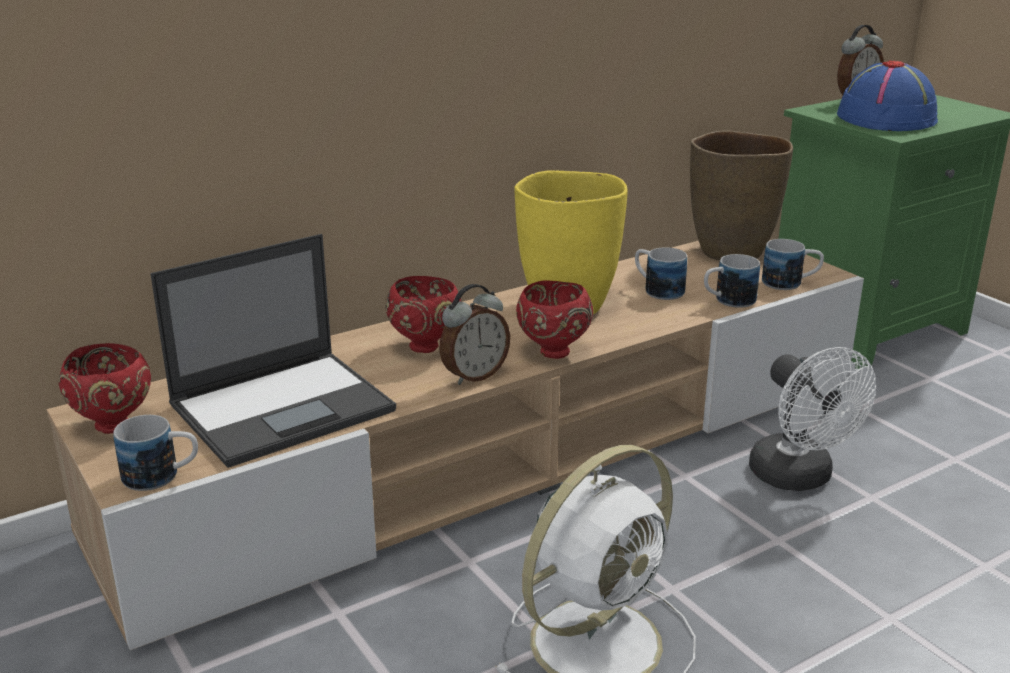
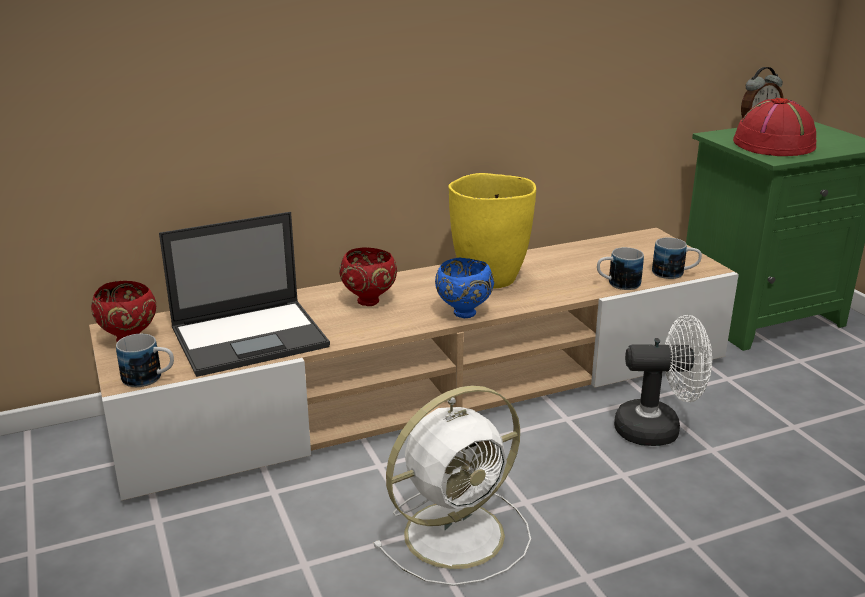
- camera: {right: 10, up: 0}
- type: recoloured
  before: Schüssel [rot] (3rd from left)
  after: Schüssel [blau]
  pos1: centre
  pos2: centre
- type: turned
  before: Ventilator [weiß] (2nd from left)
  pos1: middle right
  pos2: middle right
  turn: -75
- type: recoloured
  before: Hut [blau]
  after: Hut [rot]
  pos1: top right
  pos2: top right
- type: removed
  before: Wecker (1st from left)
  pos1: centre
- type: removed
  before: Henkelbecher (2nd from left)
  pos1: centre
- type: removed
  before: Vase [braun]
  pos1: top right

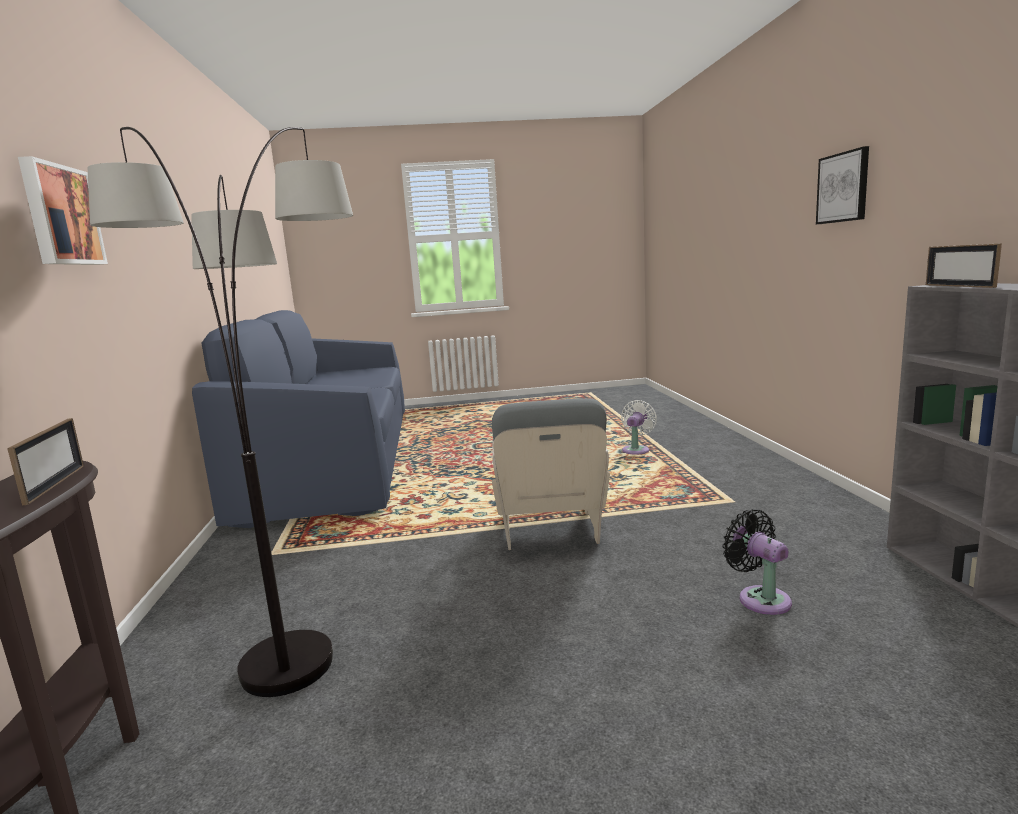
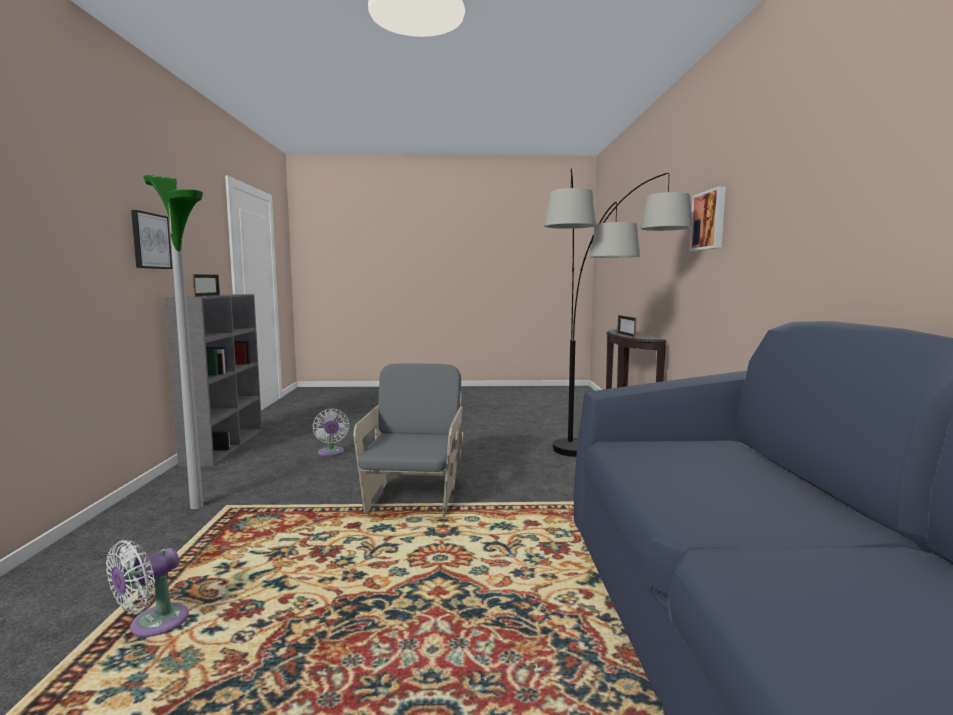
- camera: {right: -175, up: -5}
- type: moved
  before: Bild (2nd from left in the first image)
  after: Bild (1st from left)
  pos1: top right
  pos2: middle left
- type: added
  after: Stehlampe (1st from left)
  pos2: middle left
- type: recoloured
  before: Ventilator [schwarz]
  after: Ventilator [weiß] (2nd from left)
  pos1: bottom right
  pos2: centre

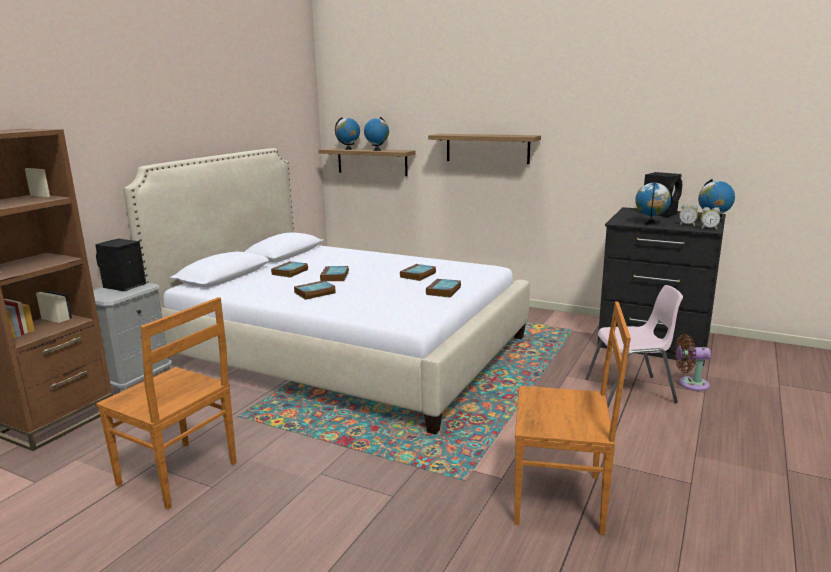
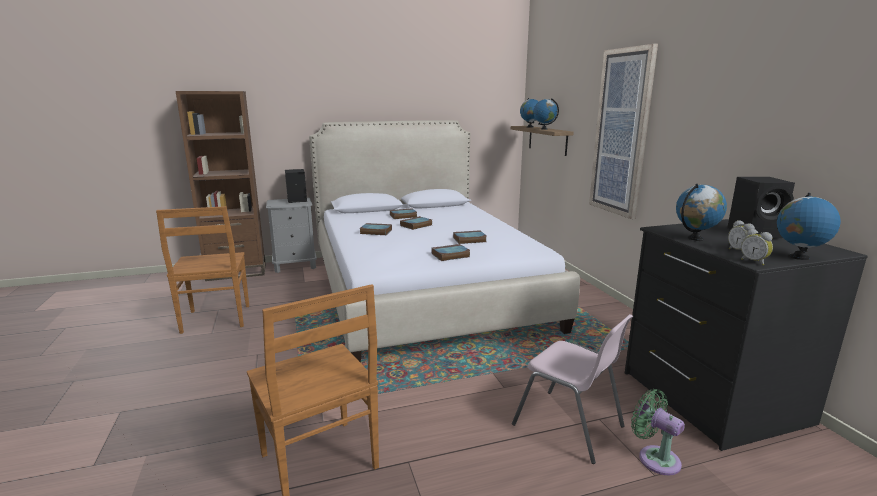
- camera: {right: 45, up: 0}
- type: replaced
  before: Wandregal (2nd from left)
  after: Bild
  pos1: top centre
  pos2: top right
- type: recoloured
  before: Ventilator [braun]
  after: Ventilator [grün]
  pos1: middle right
  pos2: bottom right

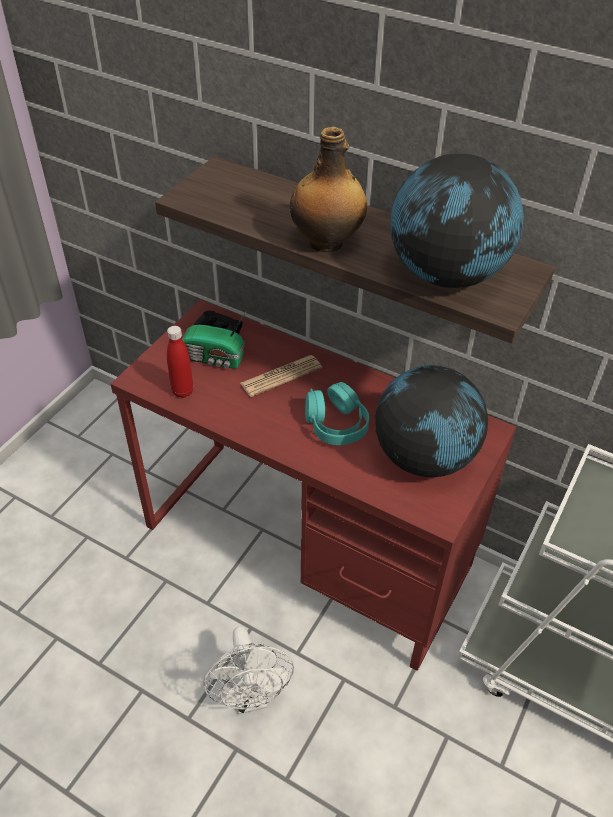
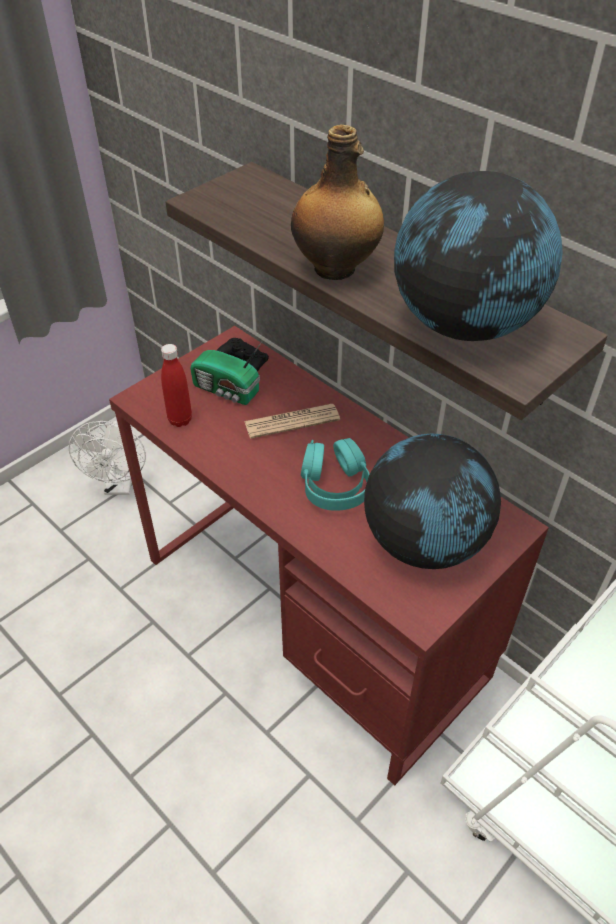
- camera: {right: 15, up: 0}
- type: moved
  before: Ventilator [weiß]
  pos1: bottom centre
  pos2: middle left

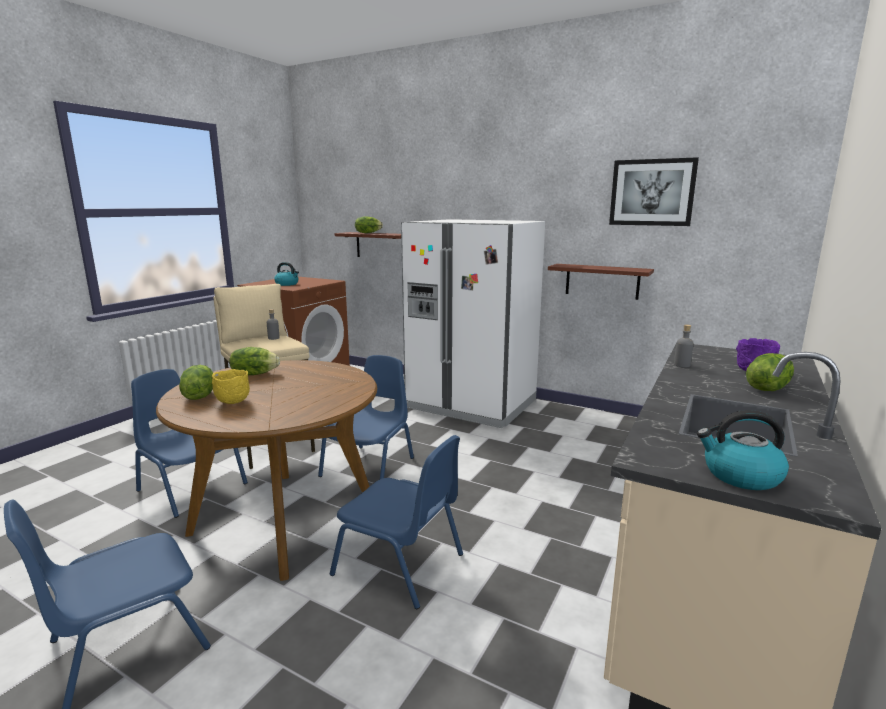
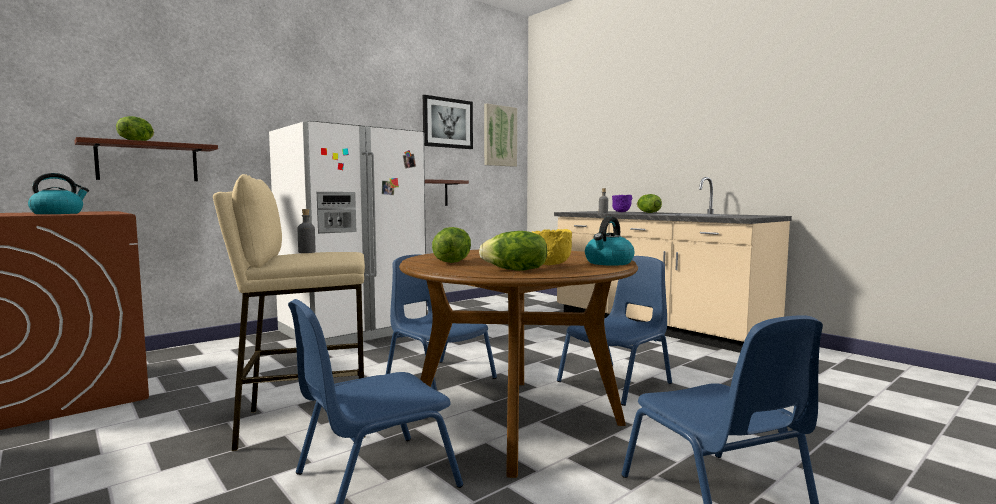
- camera: {right: -70, up: -10}
- type: added
  after: Bild (2nd from left)
  pos2: top centre
- type: moved
  before: Wasserkessel (2nd from left)
  pos1: middle right
  pos2: centre

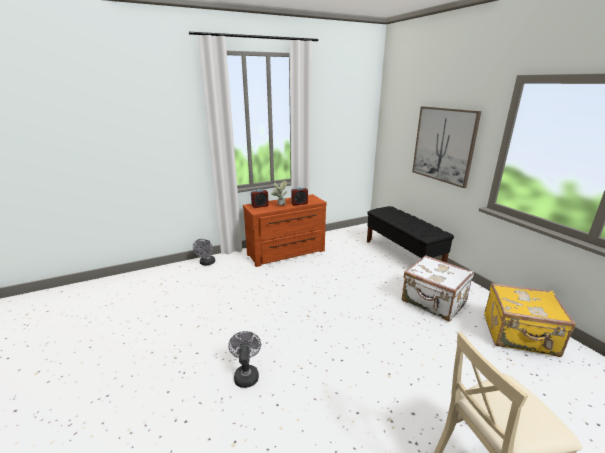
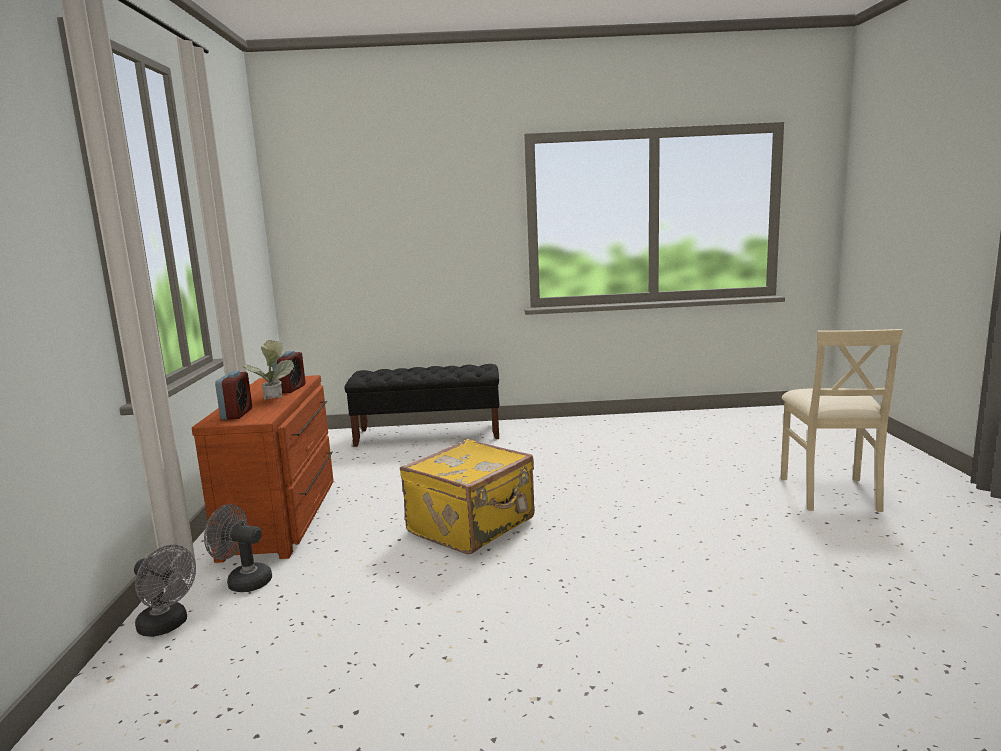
- camera: {right: -65, up: -10}
- type: moved
  before: Ventilator [grau] (2nd from left)
  pos1: bottom centre
  pos2: bottom left
- type: moved
  before: Koffer [gelb]
  pos1: bottom right
  pos2: centre
- type: removed
  before: Koffer [weiß]
  pos1: middle right
- type: removed
  before: Bild
  pos1: top right

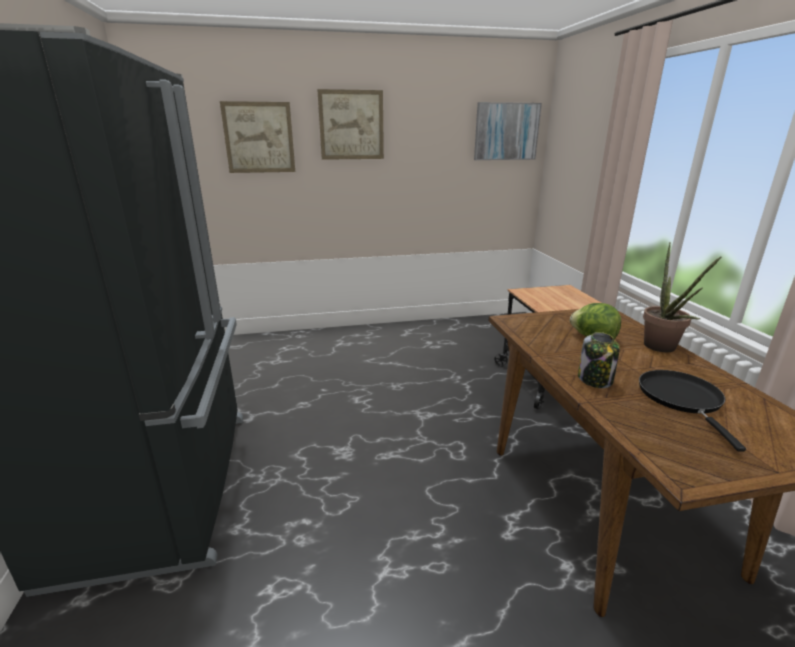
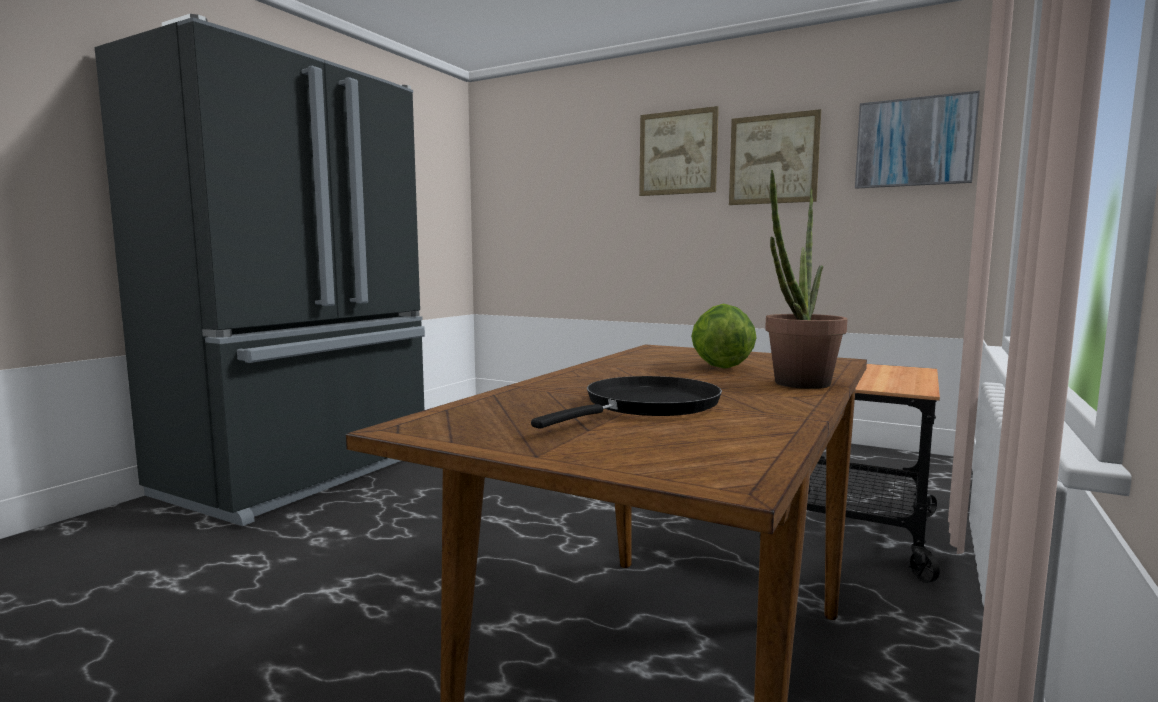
- camera: {right: 40, up: -15}
- type: moved
  before: Bild (1st from left in the first image)
  after: Bild (2nd from left)
  pos1: top left
  pos2: top right
- type: removed
  before: Vorratsglas
  pos1: middle right

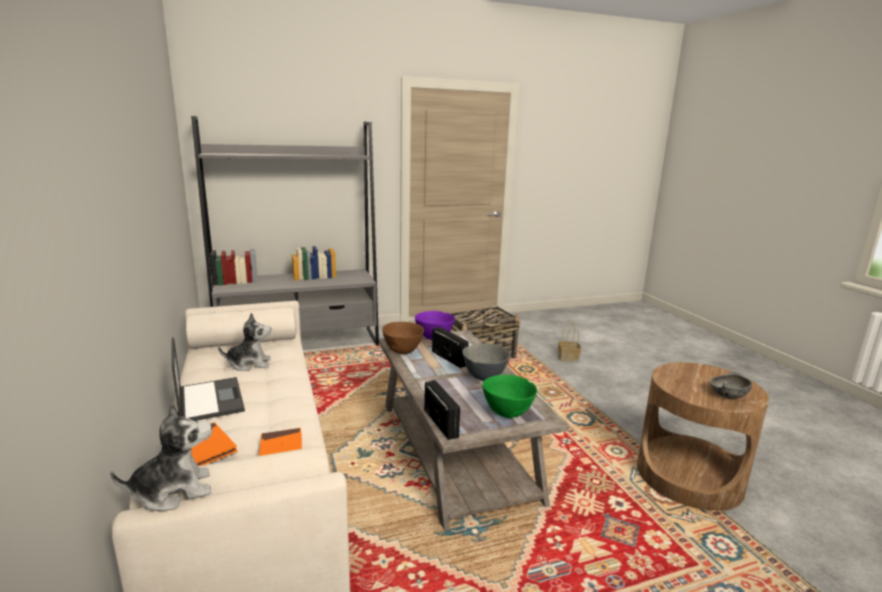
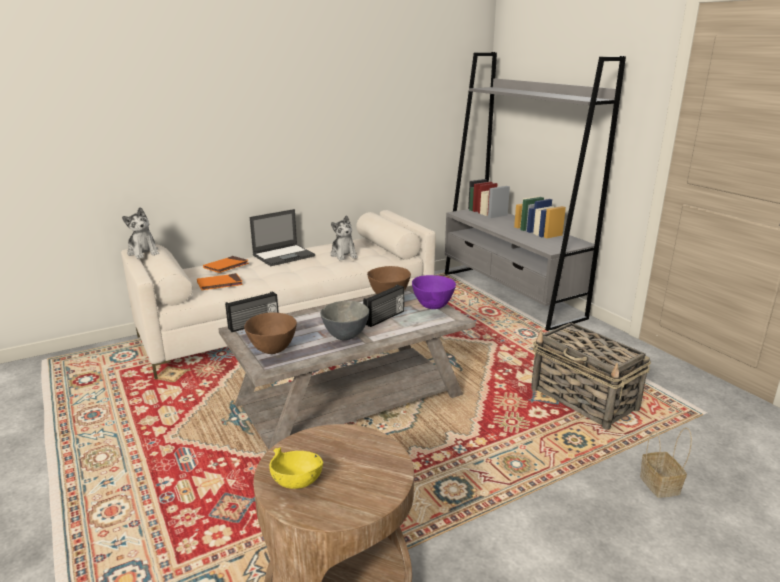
- camera: {right: 80, up: 5}
- type: recoloured
  before: Schüssel [grün]
  after: Schüssel [braun] (1st from left)
  pos1: bottom centre
  pos2: centre
- type: recoloured
  before: Schüssel [grau] (2nd from left)
  after: Schüssel [gelb]
  pos1: middle right
  pos2: bottom centre

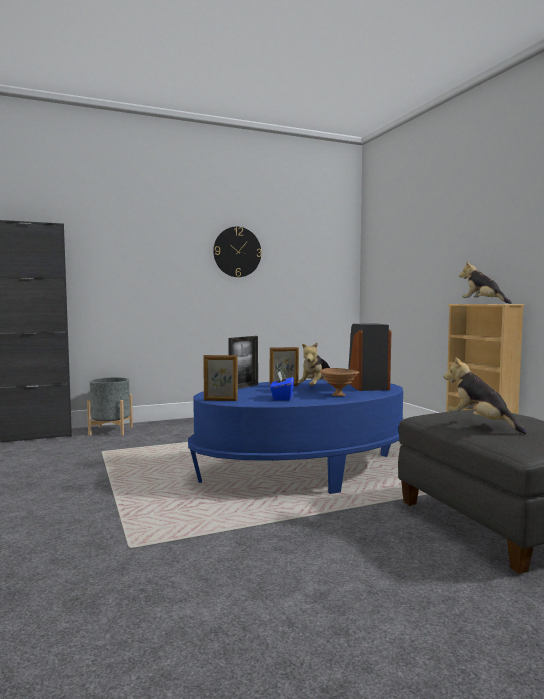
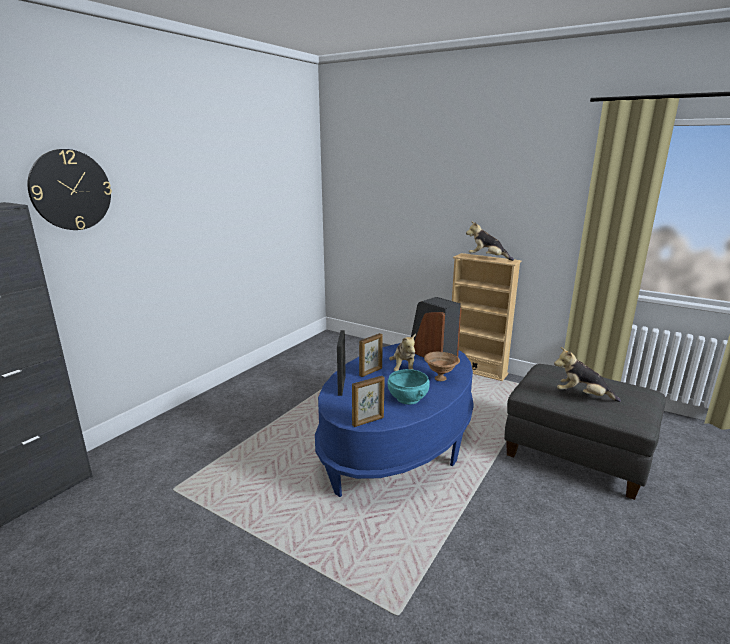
- camera: {right: -35, up: 15}
- type: moved
  before: Wanduhr
  pos1: centre
  pos2: top left
- type: replaced
  before: Taschentuchbox [blau]
  after: Schüssel [türkis]
  pos1: centre
  pos2: centre
- type: removed
  before: Pflanzkübel [grau]
  pos1: middle left

